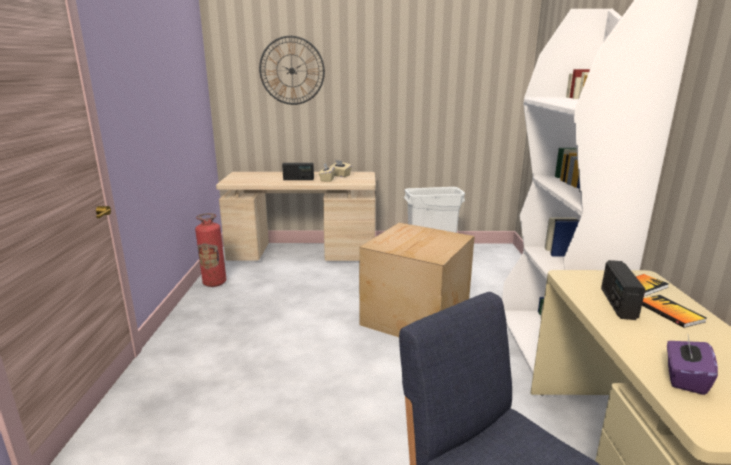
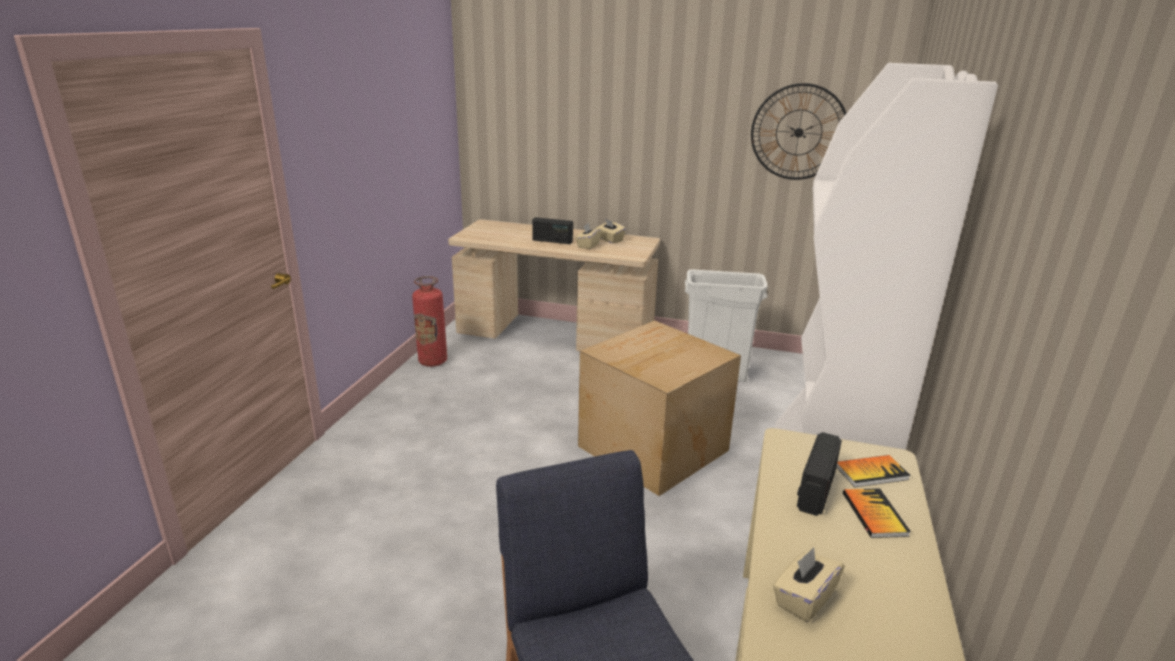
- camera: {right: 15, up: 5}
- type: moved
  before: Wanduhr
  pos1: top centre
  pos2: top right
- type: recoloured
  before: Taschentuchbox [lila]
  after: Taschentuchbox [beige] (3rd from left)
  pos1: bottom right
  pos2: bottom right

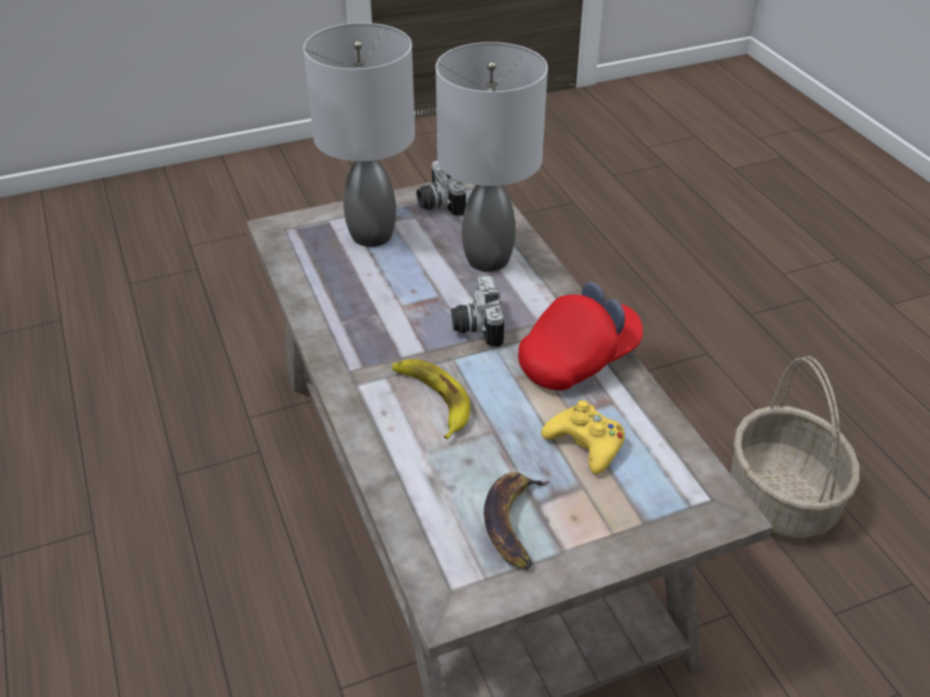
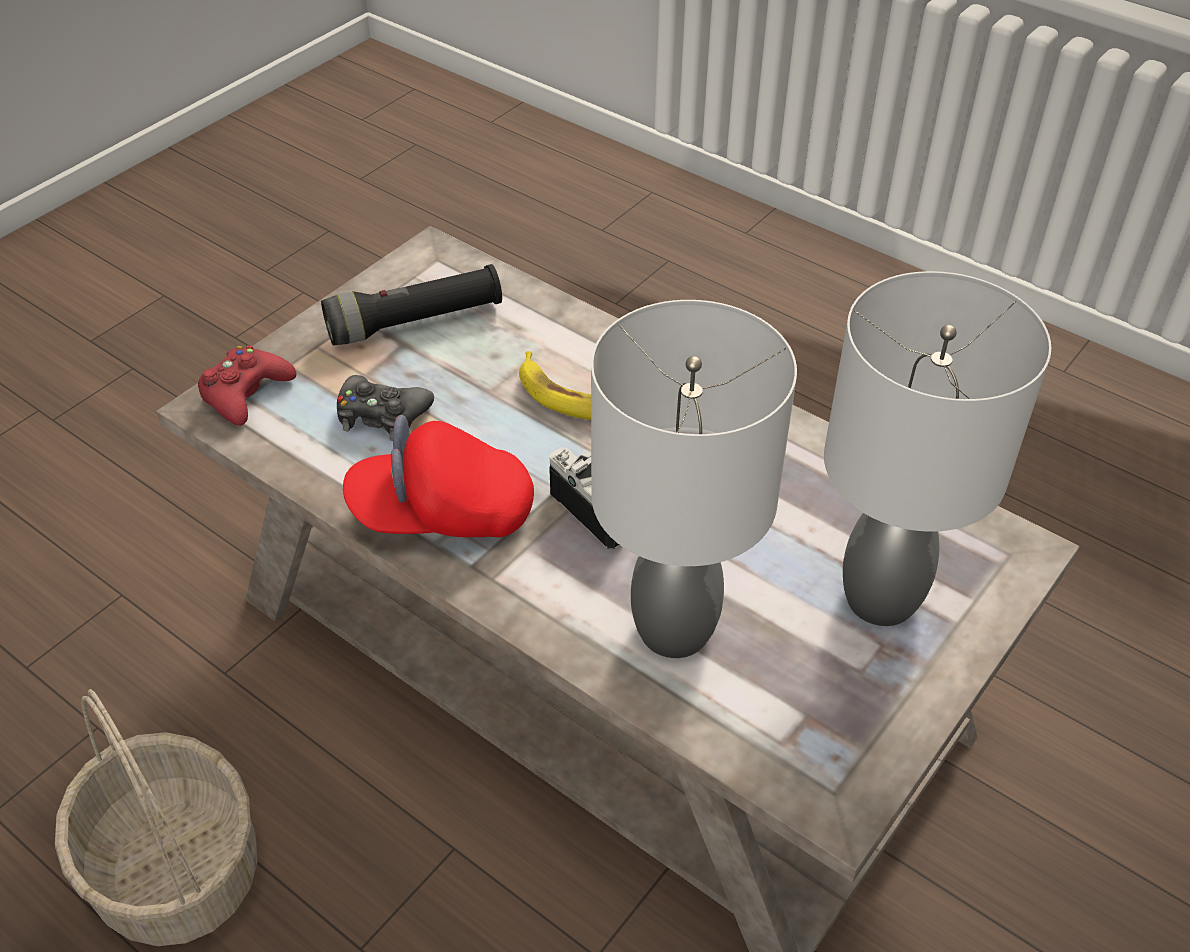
- camera: {right: 150, up: 5}
- type: added
  after: Gamepad [rot]
  pos2: middle left
- type: replaced
  before: Banane (2nd from left)
  after: Taschenlampe [schwarz]
  pos1: bottom centre
  pos2: top centre
- type: recoloured
  before: Gamepad [gelb]
  after: Gamepad [schwarz]
  pos1: centre
  pos2: middle left
- type: turned
  before: Kappe [rot]
  pos1: centre
  pos2: centre
  turn: 60
- type: removed
  before: Kamera (1st from left)
  pos1: top centre

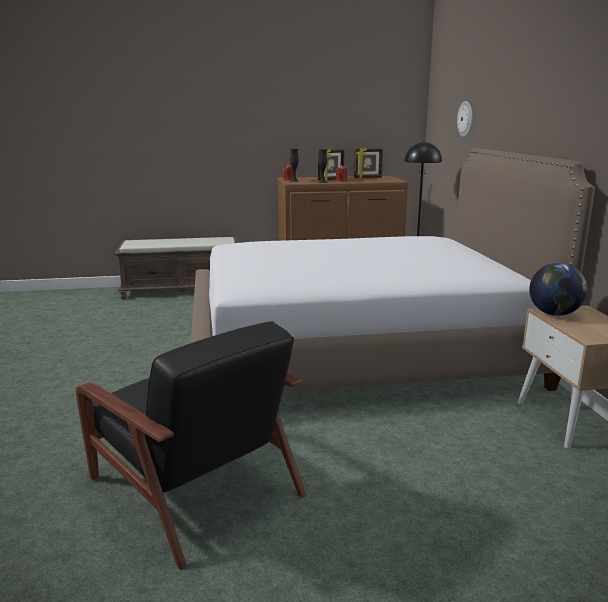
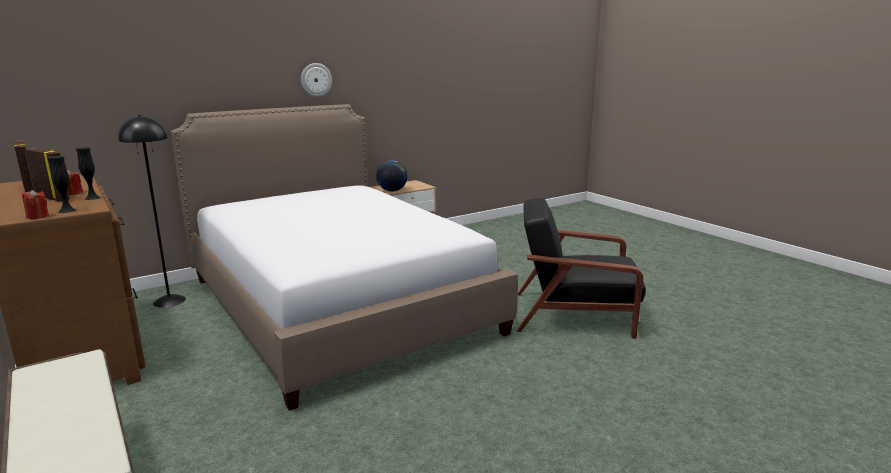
- camera: {right: -115, up: 0}
- type: moved
  before: Wanduhr
  pos1: top right
  pos2: top centre
- type: turned
  before: Sessel [schwarz]
  pos1: bottom left
  pos2: centre
  turn: -105

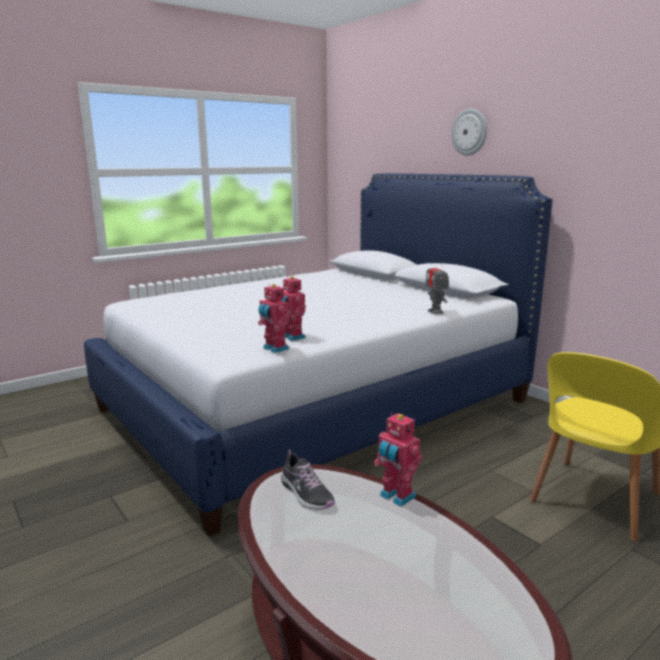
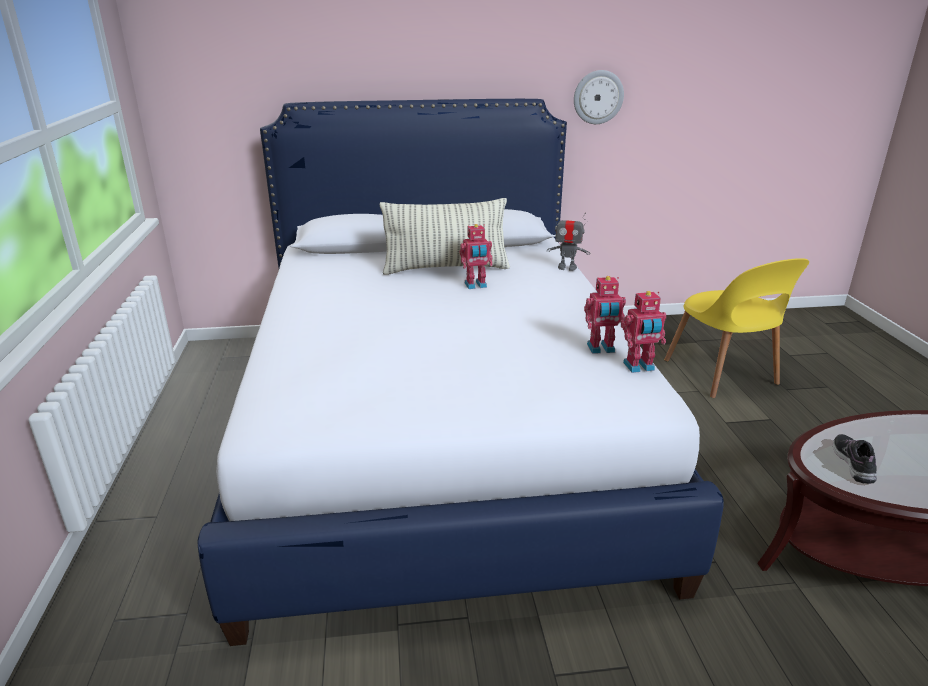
- camera: {right: -60, up: 10}
- type: added
  after: Kissen
  pos2: centre
- type: moved
  before: Spielzeugroboter (3rd from left in the first image)
  after: Spielzeugroboter (1st from left)
  pos1: bottom centre
  pos2: centre
- type: moved
  before: Wanduhr
  pos1: top right
  pos2: top centre
- type: turned
  before: Schuh
  pos1: bottom centre
  pos2: bottom right
  turn: -75

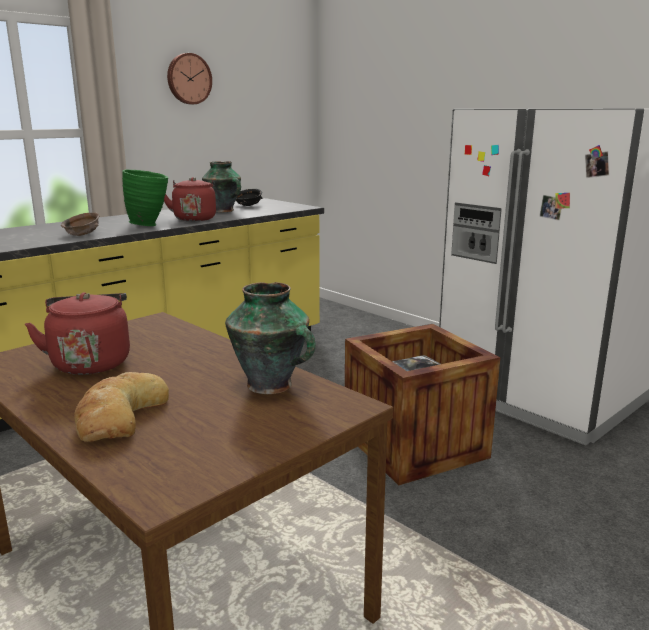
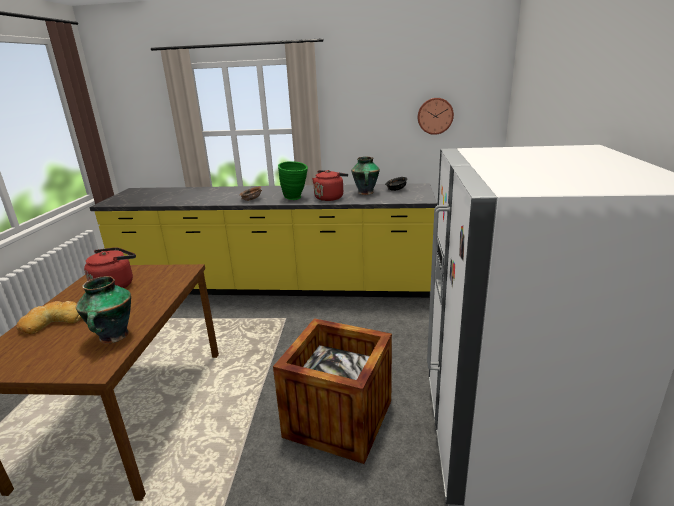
- camera: {right: 50, up: 5}
- type: moved
  before: Wanduhr
  pos1: top left
  pos2: top centre

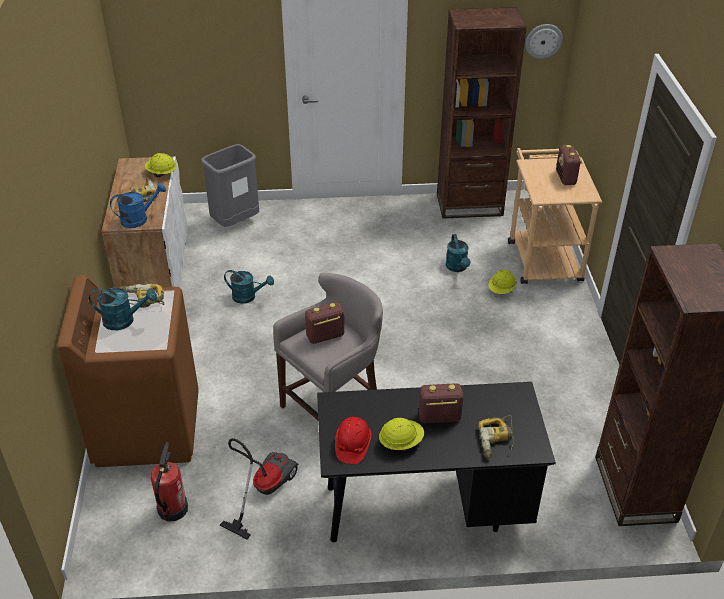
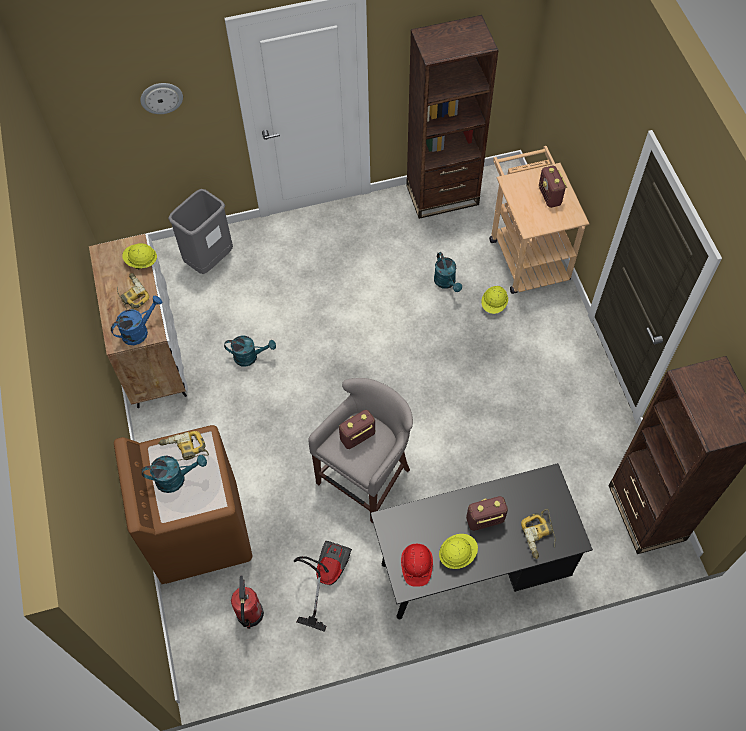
- camera: {right: -10, up: 20}
- type: moved
  before: Wanduhr
  pos1: top right
  pos2: top left

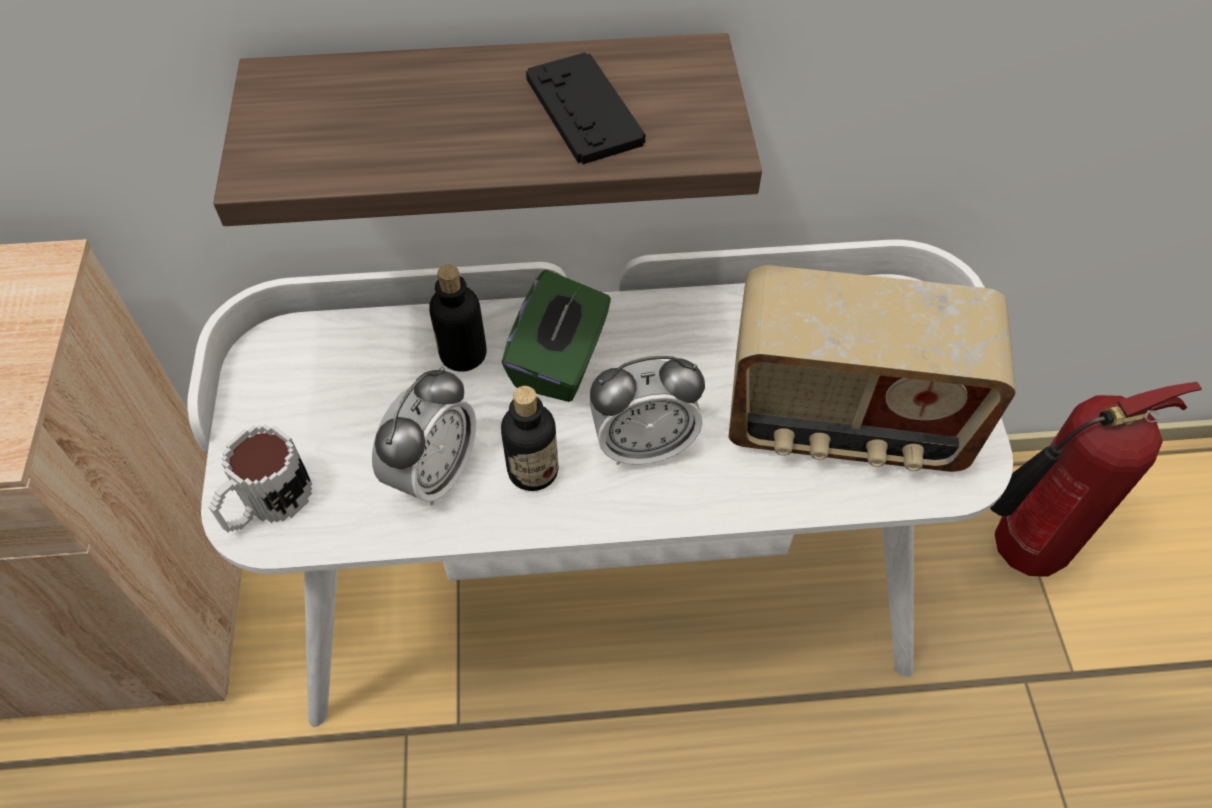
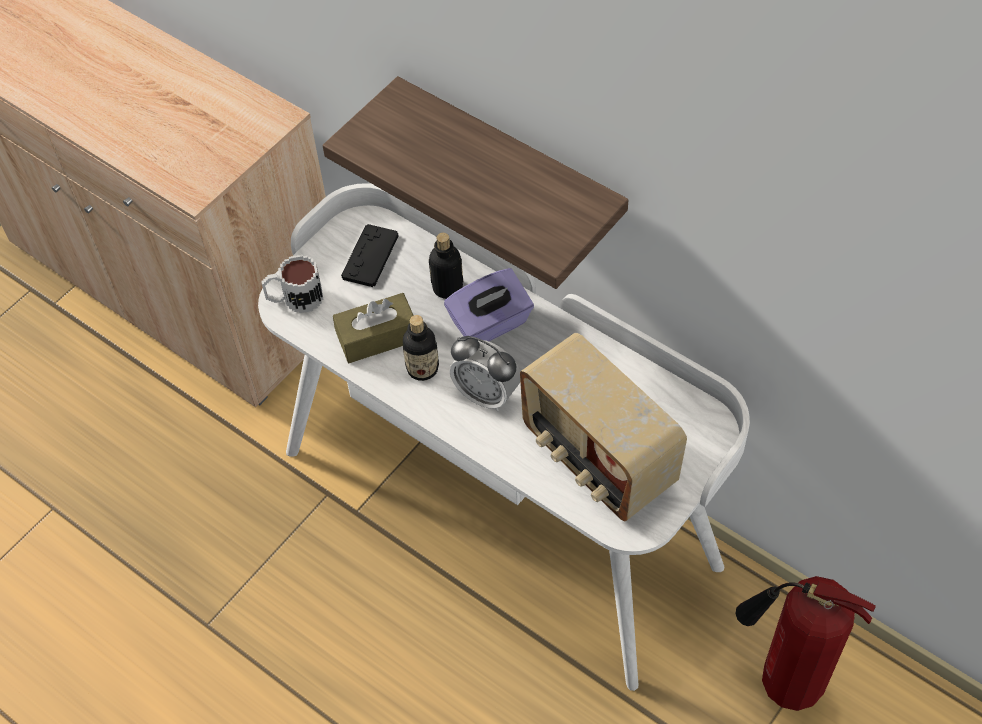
- camera: {right: 45, up: 0}
- type: replaced
  before: Wecker (1st from left)
  after: Taschentuchbox [braun]
  pos1: centre
  pos2: centre
- type: moved
  before: Gamepad [schwarz]
  pos1: top centre
  pos2: centre
- type: recoloured
  before: Taschentuchbox [grün]
  after: Taschentuchbox [lila]
  pos1: centre
  pos2: centre

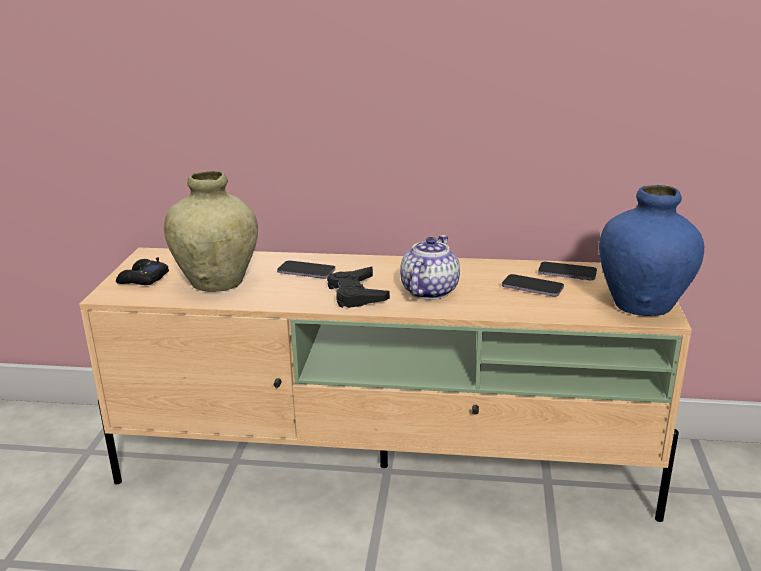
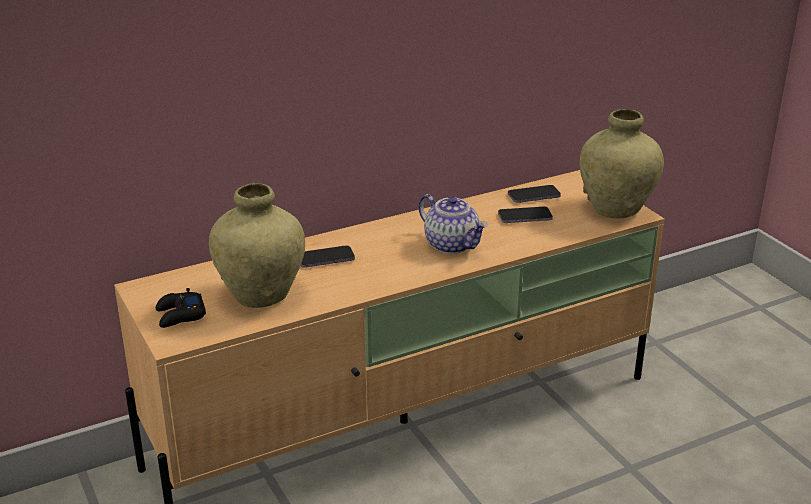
- camera: {right: -35, up: 5}
- type: turned
  before: Teekanne
  pos1: centre
  pos2: centre
  turn: 150
- type: recoloured
  before: Vase [blau]
  after: Vase [beige] (2nd from left)
  pos1: middle right
  pos2: top right
- type: removed
  before: Gamepad [schwarz] (2nd from left)
  pos1: centre

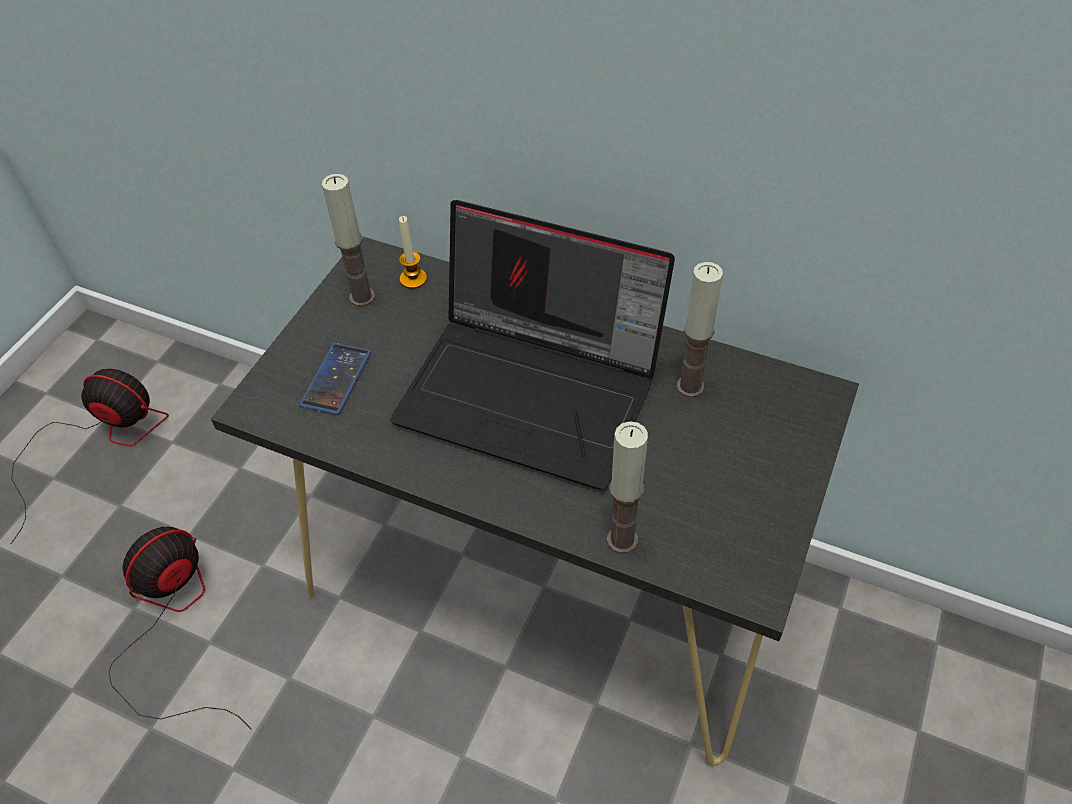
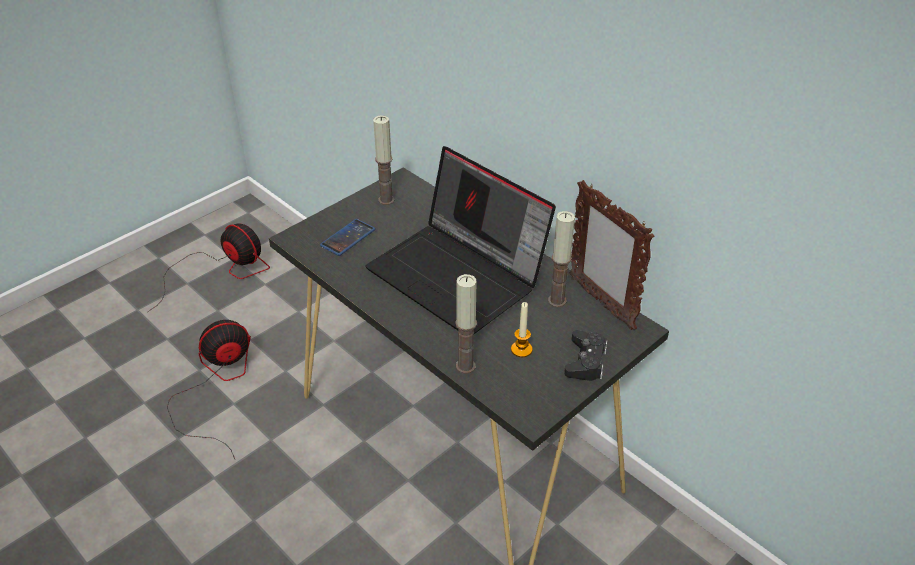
- camera: {right: 20, up: -10}
- type: moved
  before: Kerze (2nd from left in the first image)
  after: Kerze (3rd from left)
  pos1: top centre
  pos2: centre
- type: added
  after: Gamepad [schwarz]
  pos2: centre
- type: added
  after: Bilderrahmen
  pos2: middle right

